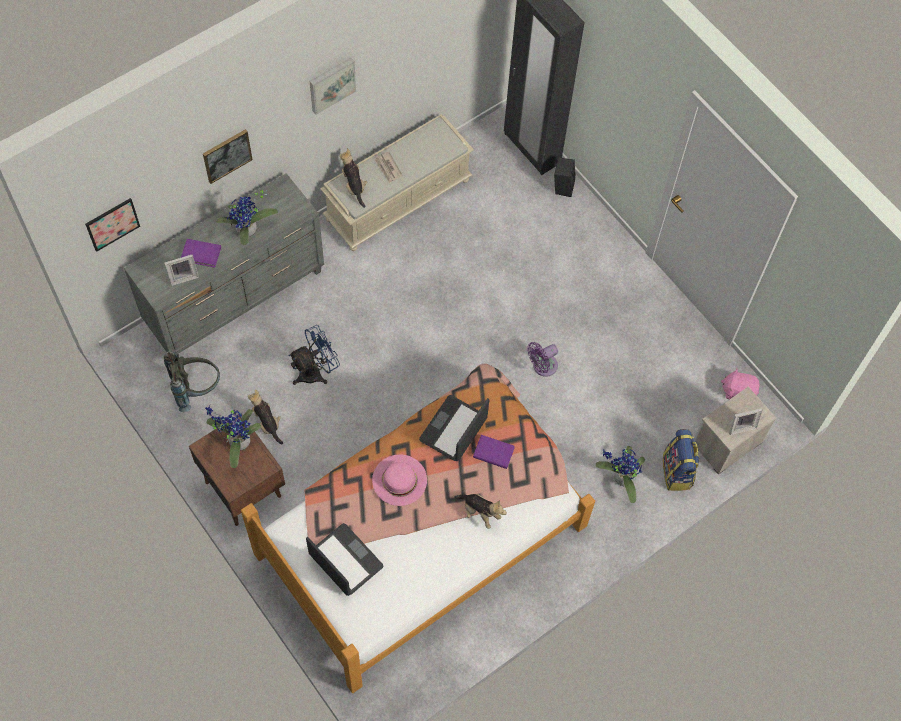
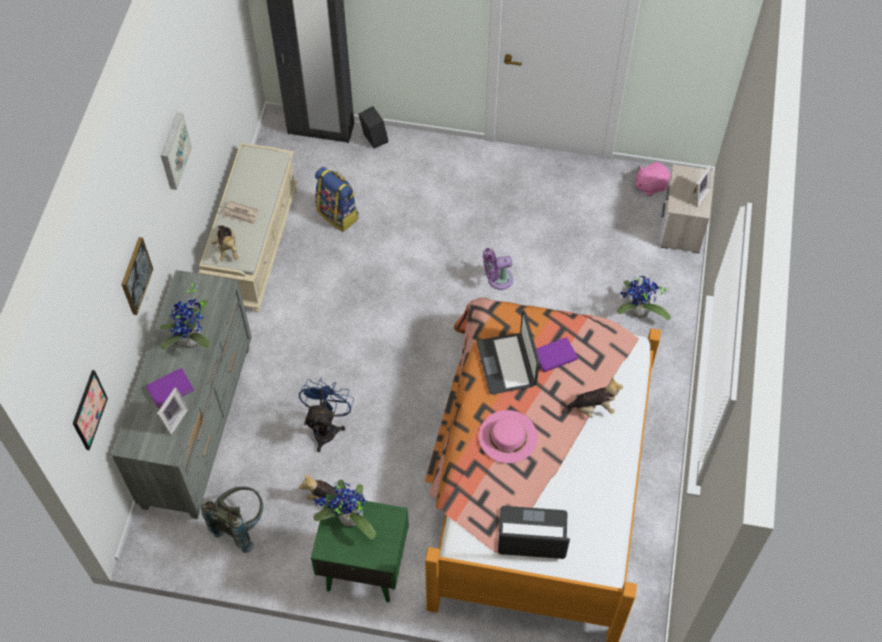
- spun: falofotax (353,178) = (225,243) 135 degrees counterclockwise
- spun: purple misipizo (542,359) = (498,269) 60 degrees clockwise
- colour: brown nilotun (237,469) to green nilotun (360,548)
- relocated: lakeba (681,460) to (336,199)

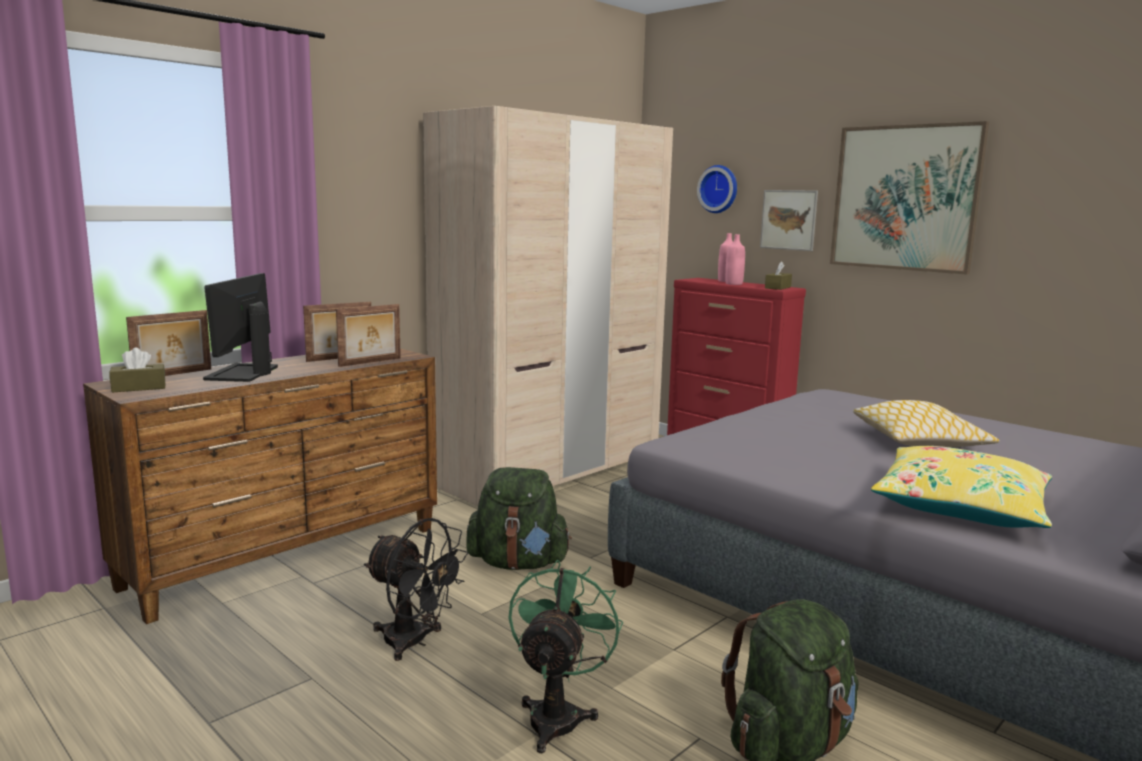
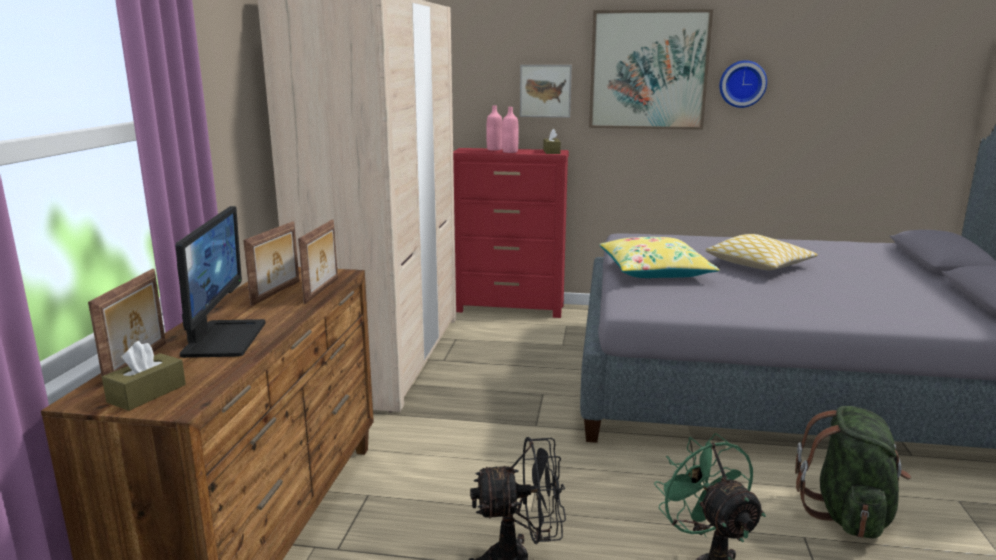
- relocated: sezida (717,189) to (743,84)
- spun: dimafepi (240,327) = (220,282) 150 degrees counterclockwise
- relocated: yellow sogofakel (961,487) to (660,257)
- missing: green lakeba (519,518)

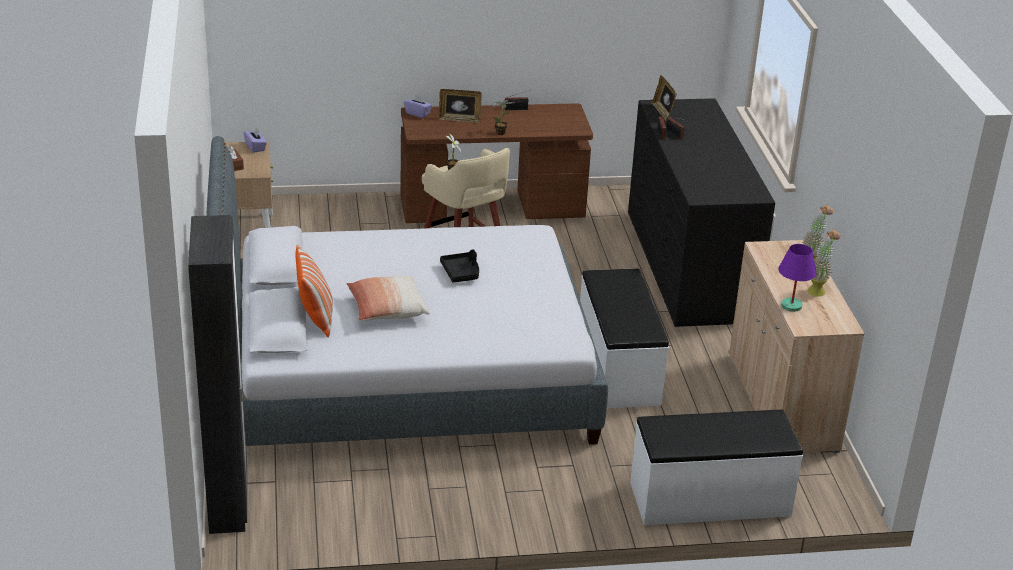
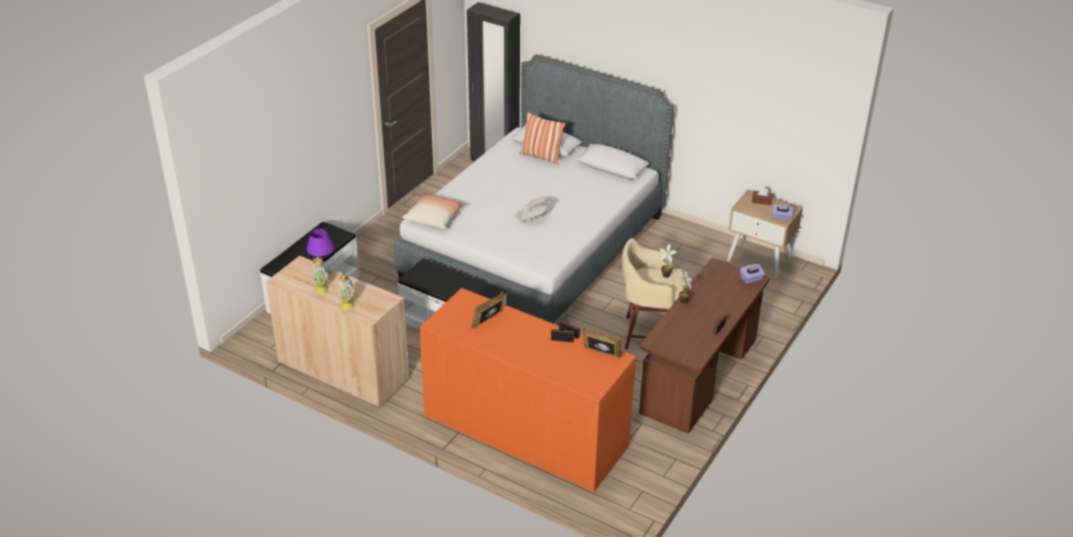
- relocated: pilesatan (460,106) to (487,309)
- colour: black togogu (701,212) to orange togogu (527,390)
- exchanged: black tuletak (459,266) to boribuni (532,210)
- relocated: sogofakel (388,298) to (433,211)

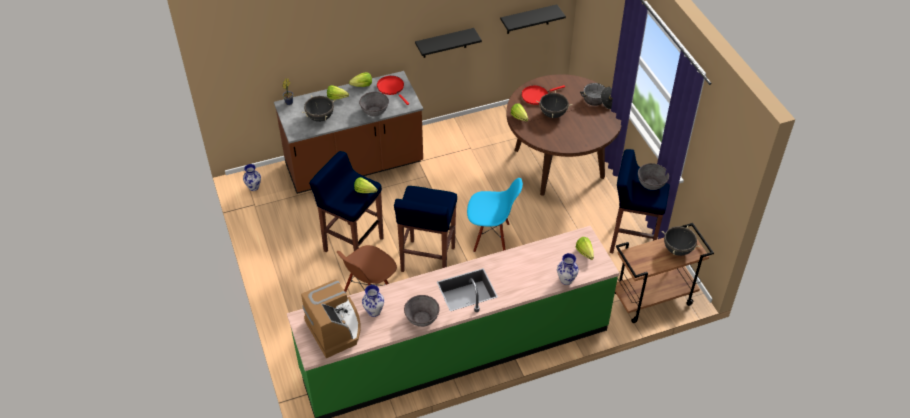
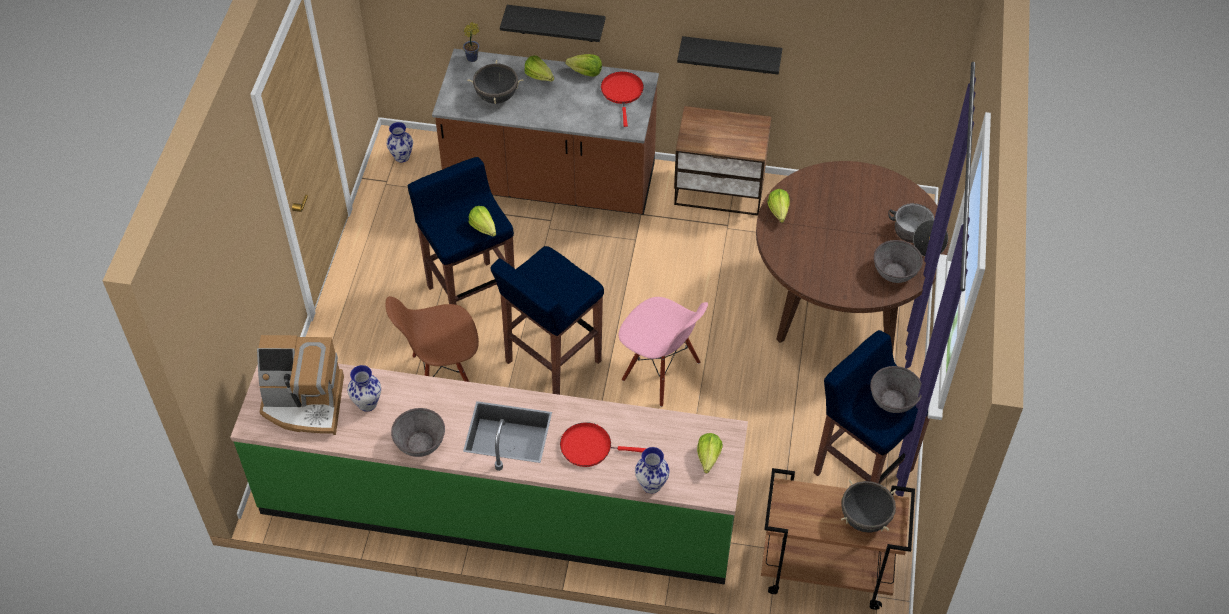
- relocated: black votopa (533,19) to (553,23)
- relocated: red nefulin (543,95) to (603,444)
- missing: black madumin (554,104)
- relocated: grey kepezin (374,104) to (898,261)
- colour: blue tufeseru (495,215) to pink tufeseru (663,352)
- spun: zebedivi (331,318) = (300,385) 90 degrees clockwise
- appeared: nilotun (723,161)

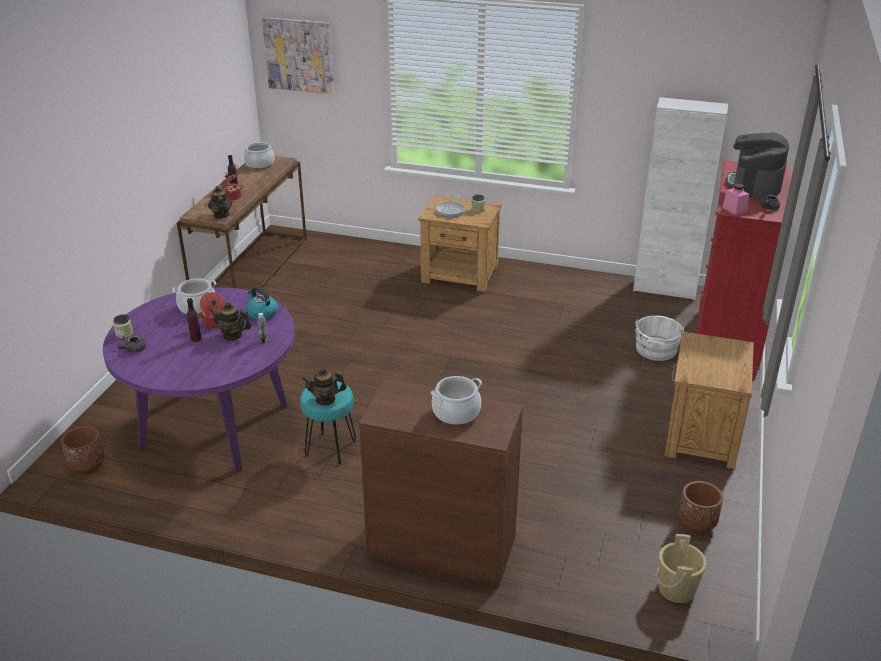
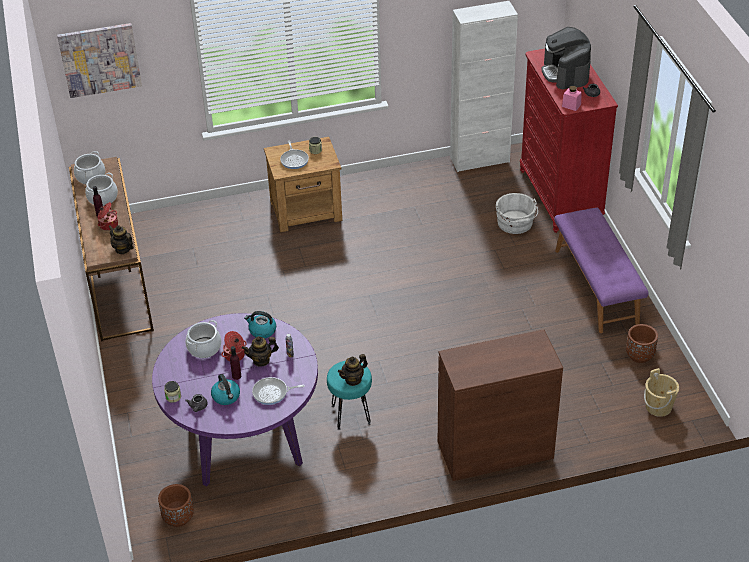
- exchanged: brown nilotun (709,400) to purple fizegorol (601,270)
- relocated: madumin (456,400) to (101,189)
- appeared: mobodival (225,389)
- appeared: nefulin (278,391)

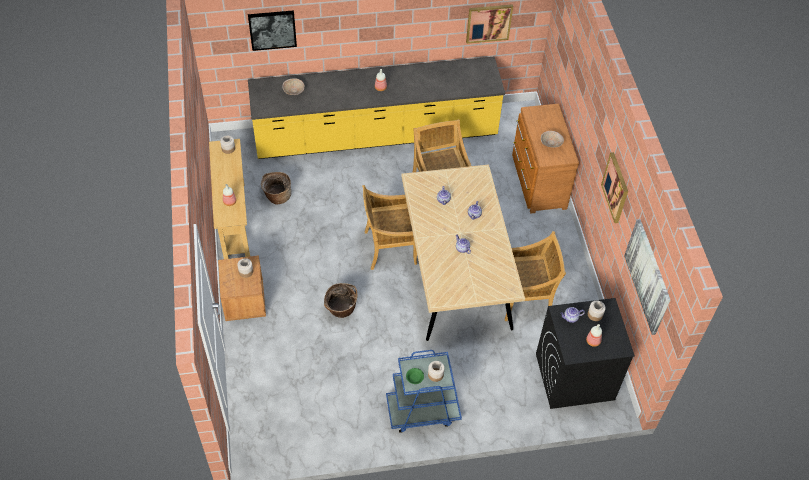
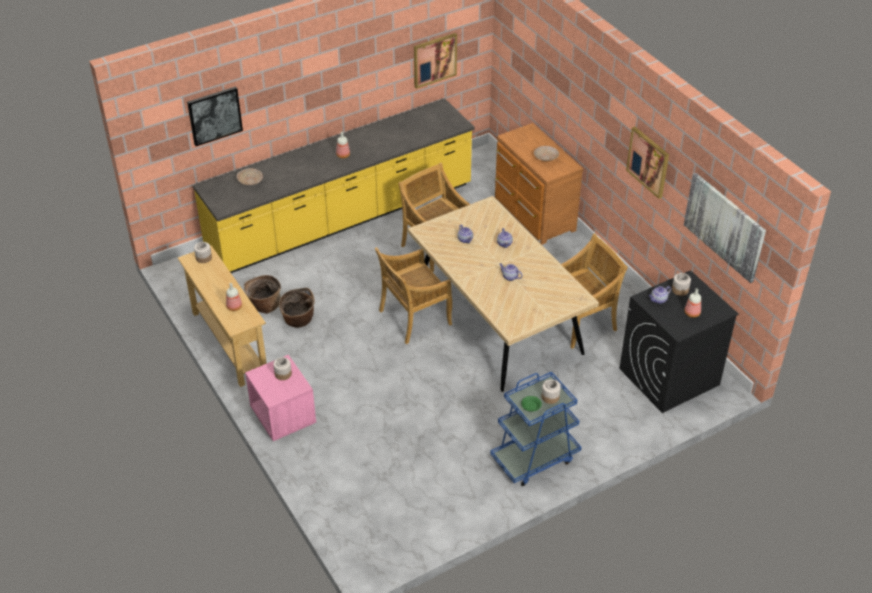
- colour: brown nilotun (242,288) to pink nilotun (280,398)
- relocated: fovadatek (341,300) to (297,308)

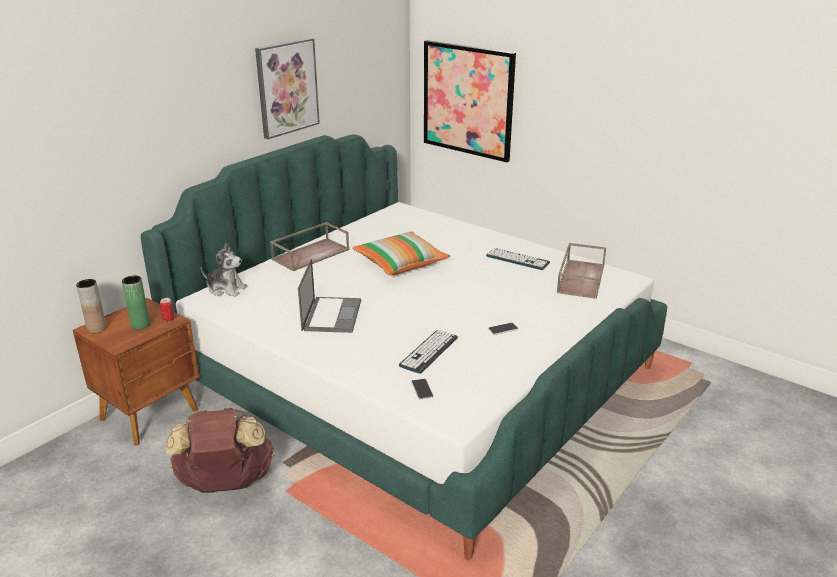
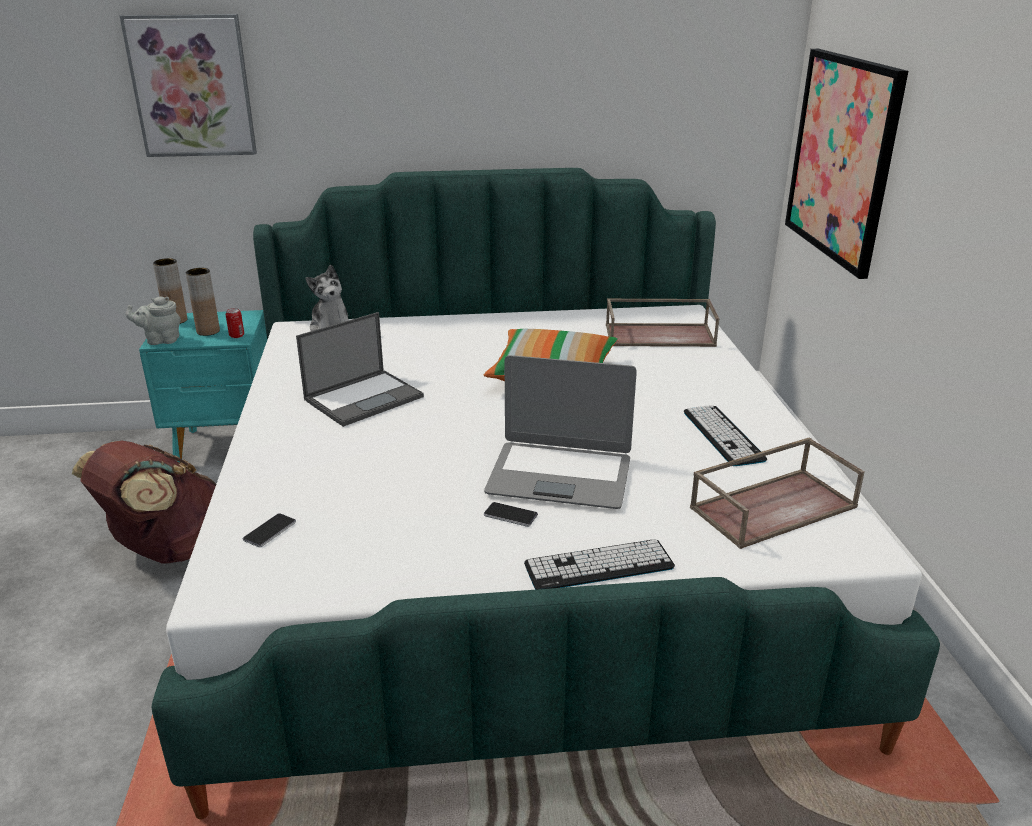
- relocated: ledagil (287,88) to (188,85)
- relocated: brown tuletak (309,246) to (662,323)
- colour: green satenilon (136,303) to brown satenilon (203,302)
- colour: brown nilotun (136,372) to turquoise nilotun (203,386)
- relocated: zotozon (428,352) to (599,565)
- appeared: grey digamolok (153,320)
- appeared: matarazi (560,432)

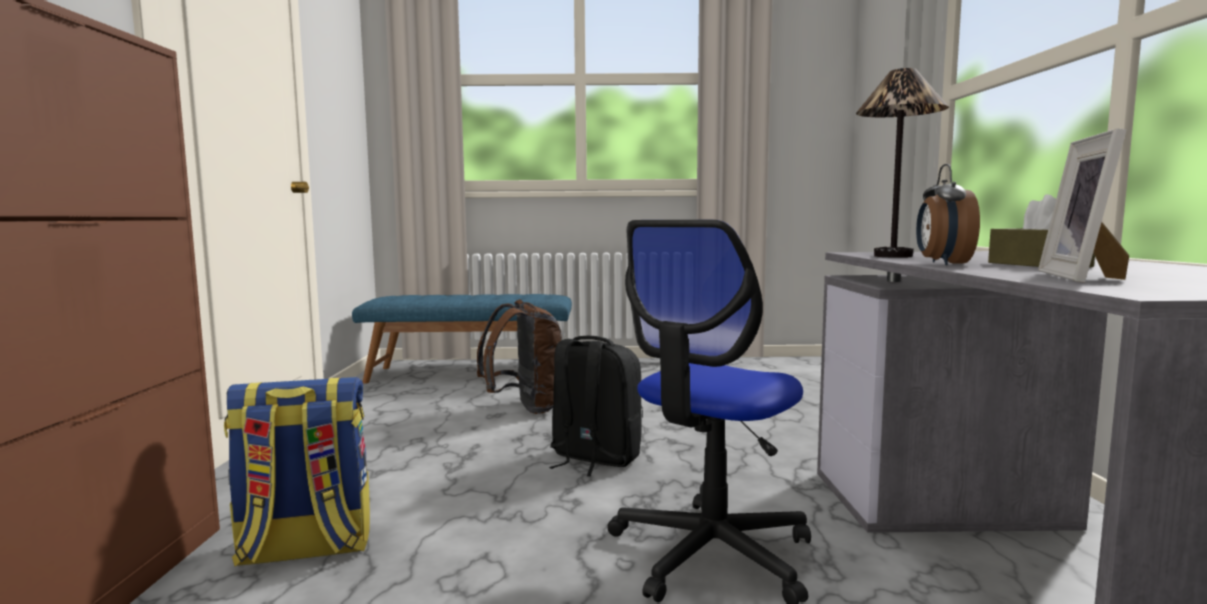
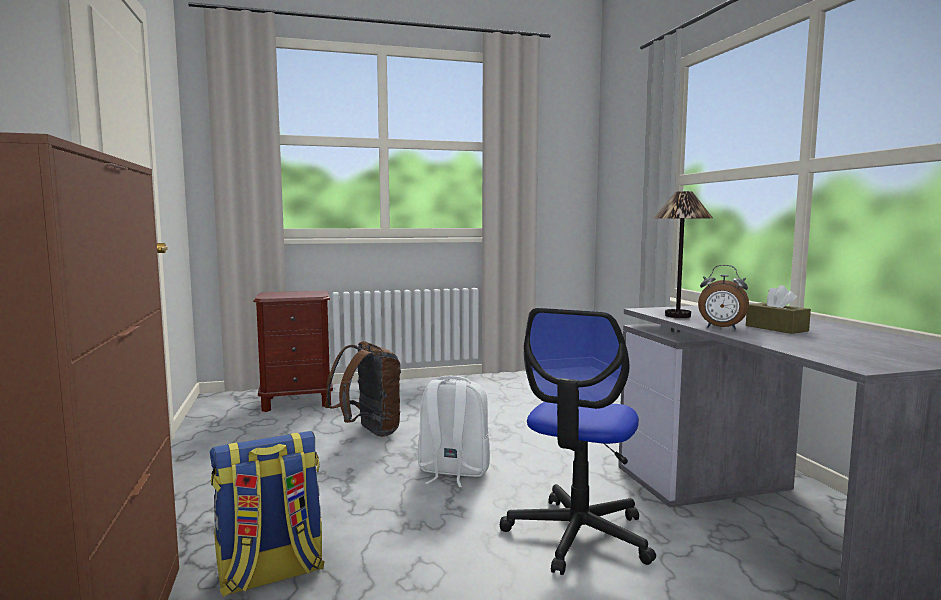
- missing: pilesatan (1083,205)
- spun: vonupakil (948,214) = (723,297) 60 degrees counterclockwise
- exchanged: blue fizegorol (462,339) to brown nilotun (293,351)
- colour: black lakeba (596,406) to white lakeba (454,431)

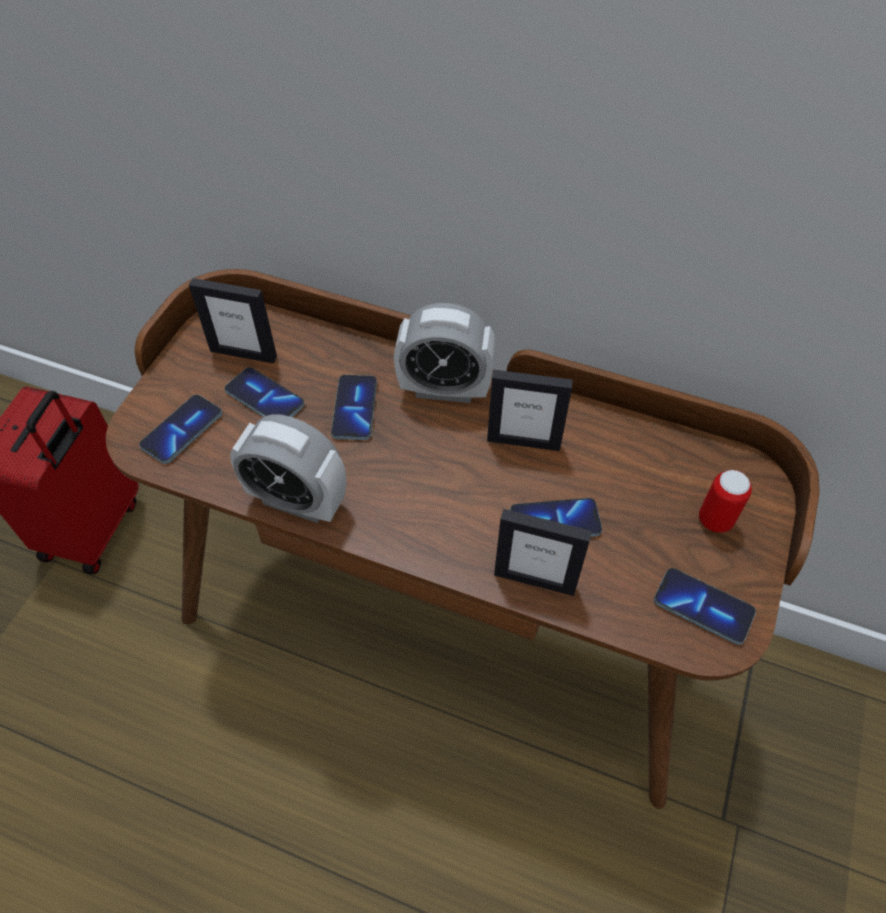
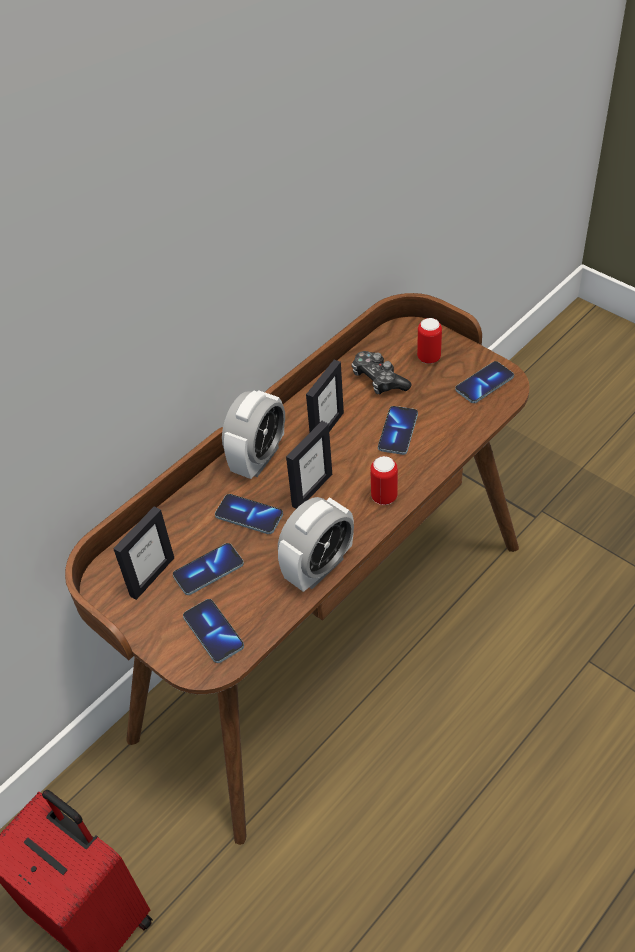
- relocated: pilesatan (543,552) to (309,465)
- appeared: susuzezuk (382,372)
- appeared: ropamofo (384,480)

